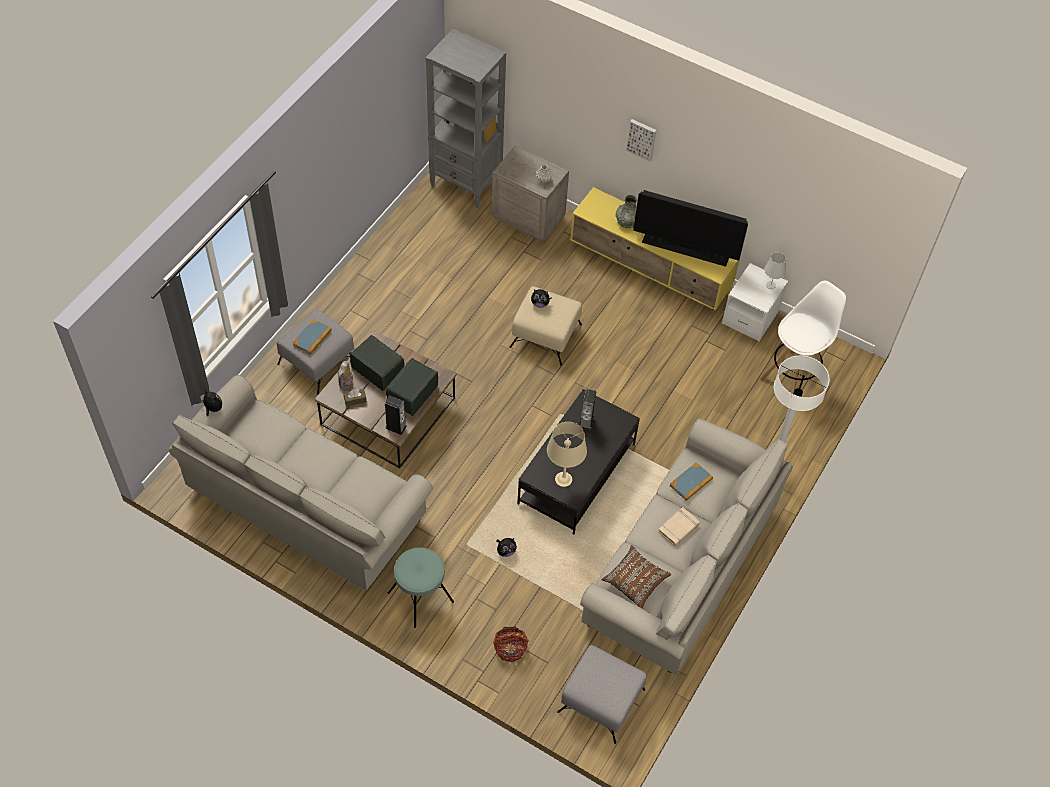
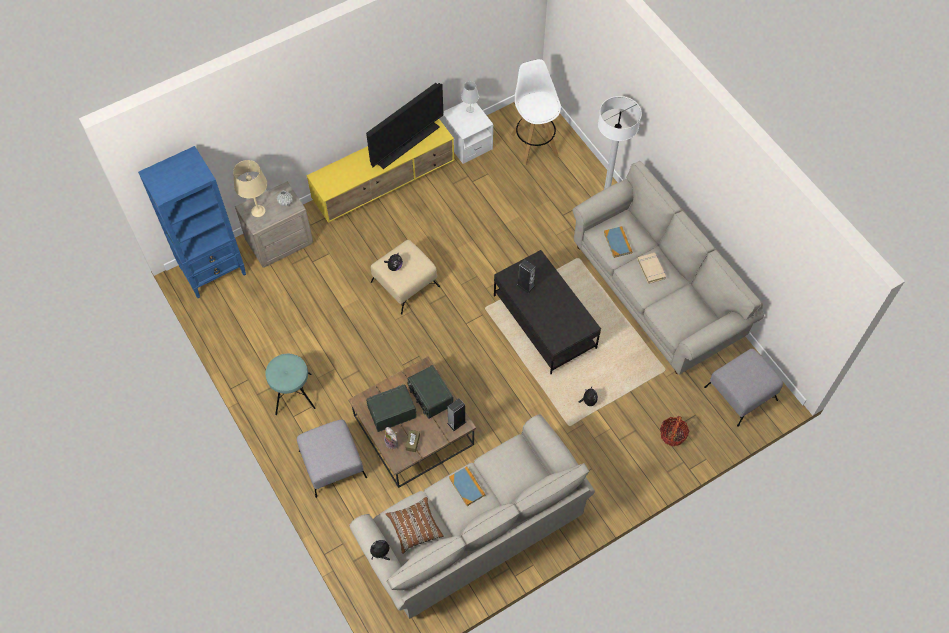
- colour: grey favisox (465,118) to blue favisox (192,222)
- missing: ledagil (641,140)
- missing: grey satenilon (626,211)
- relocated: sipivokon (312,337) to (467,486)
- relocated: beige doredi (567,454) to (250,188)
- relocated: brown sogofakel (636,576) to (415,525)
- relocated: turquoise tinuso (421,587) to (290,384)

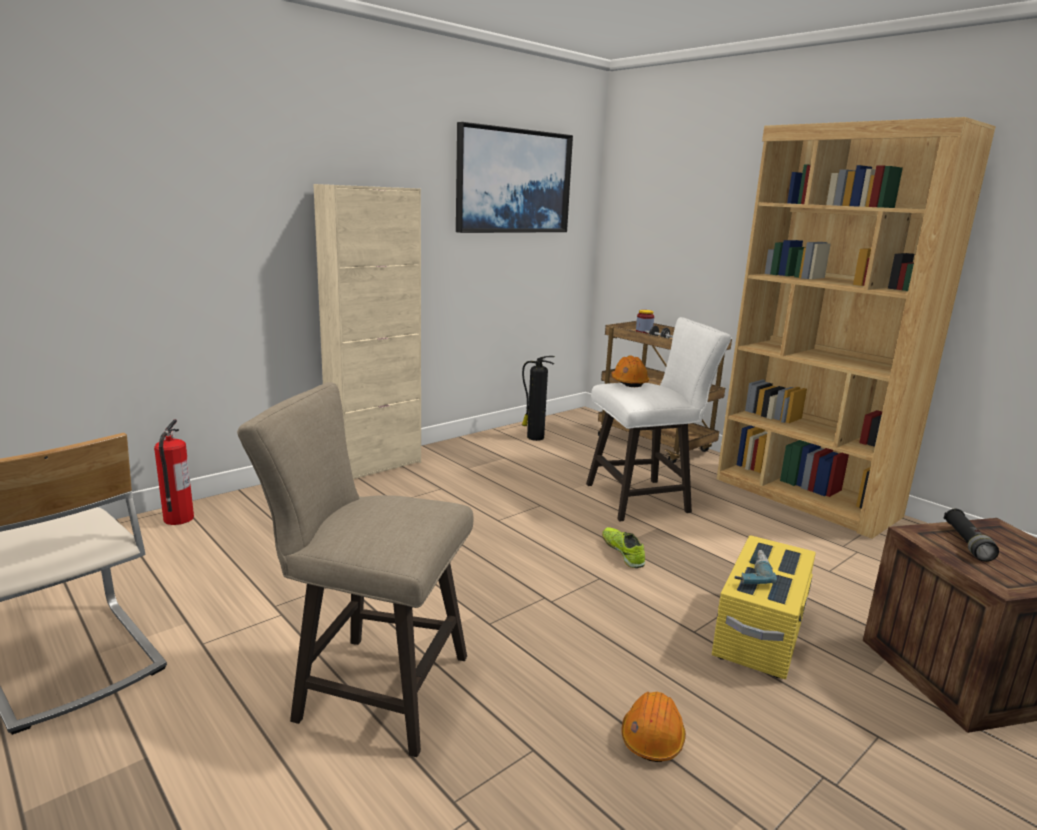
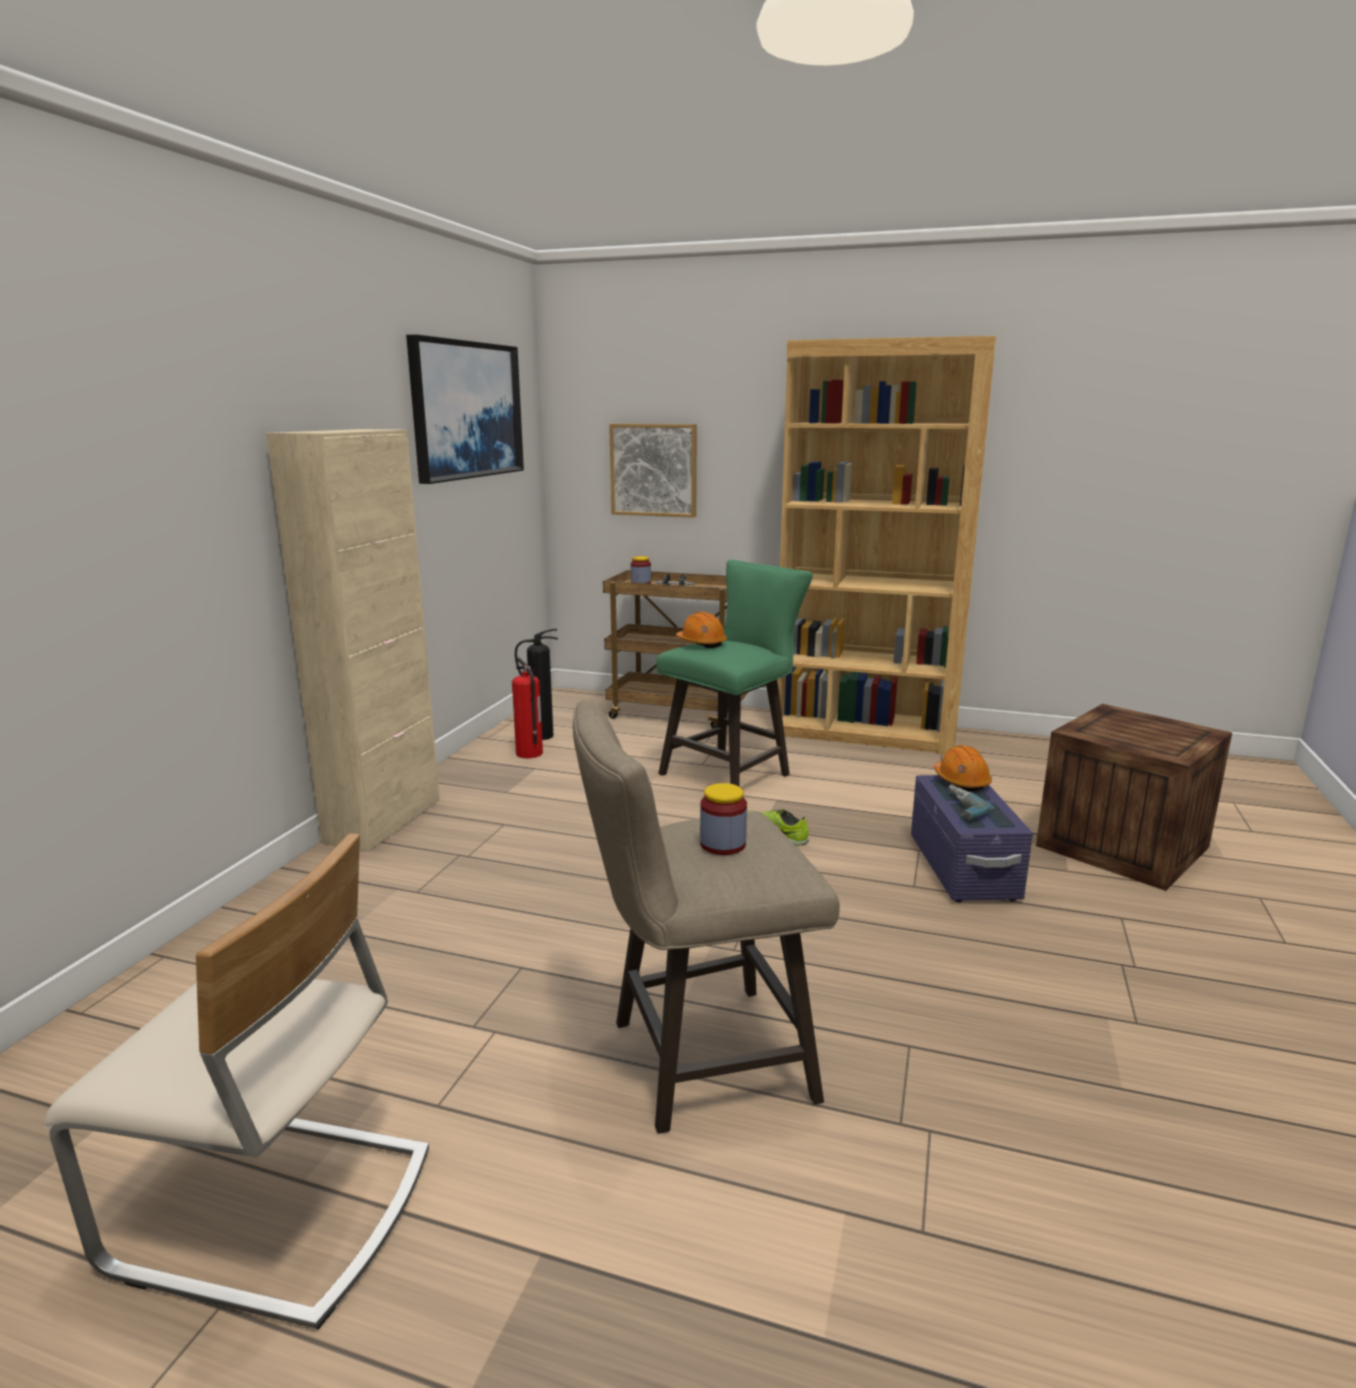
- colour: white tinuso (658,419) to green tinuso (734,673)
- relocated: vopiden (174,472) to (527,707)
- missing: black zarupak (971,535)
- colour: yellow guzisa (764,607) to purple guzisa (972,838)
- relocated: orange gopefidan (654,727) to (963,768)
- appeared: ledagil (653,471)
- appeared: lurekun (723,819)

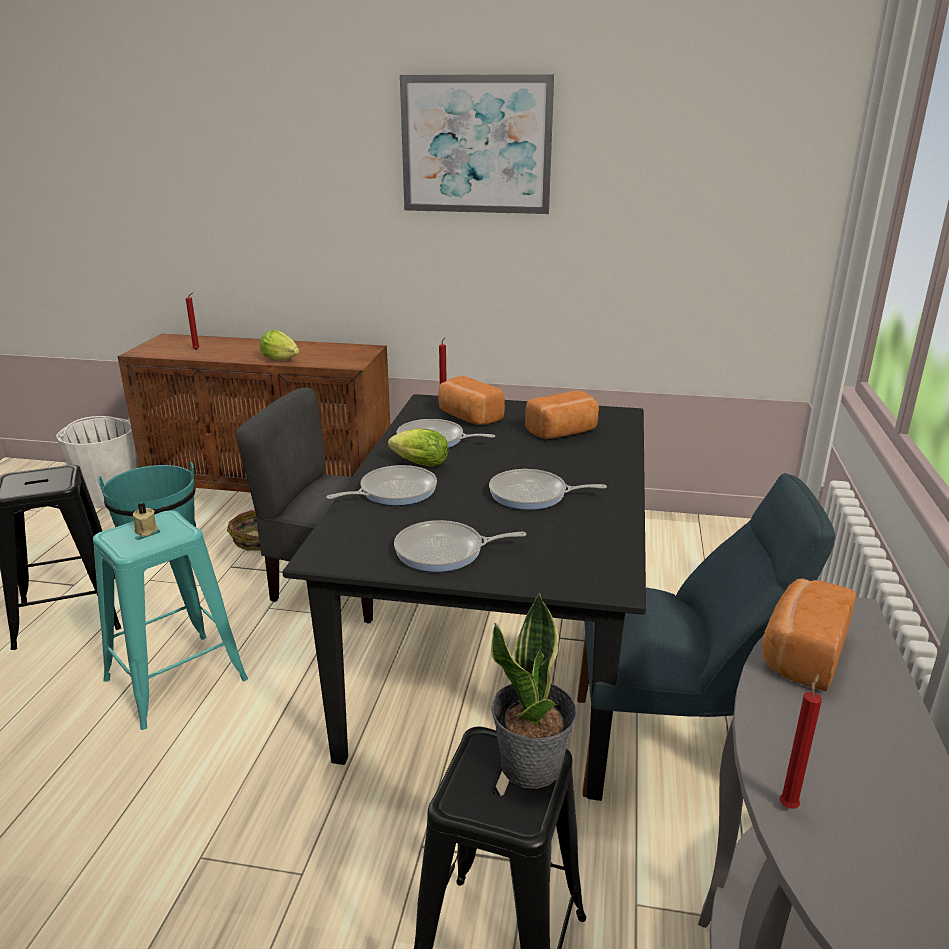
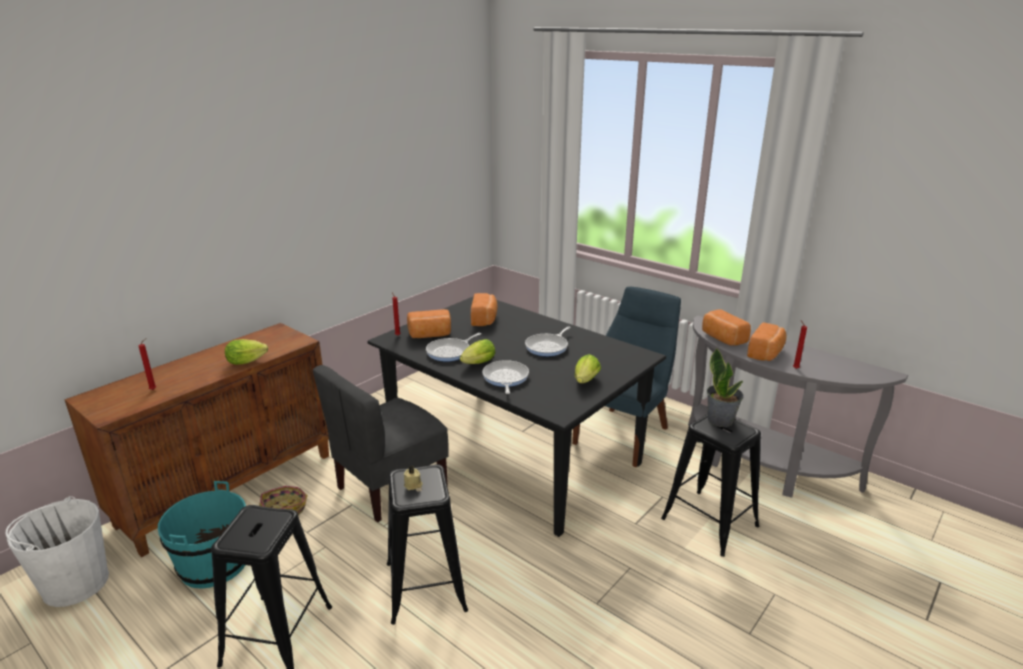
- missing: ledagil (477,144)
- colour: turquoise tinuso (170,620) to black tinuso (427,544)
- exchanged: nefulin (460,546) to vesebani (588,368)
- appeared: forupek (767,341)

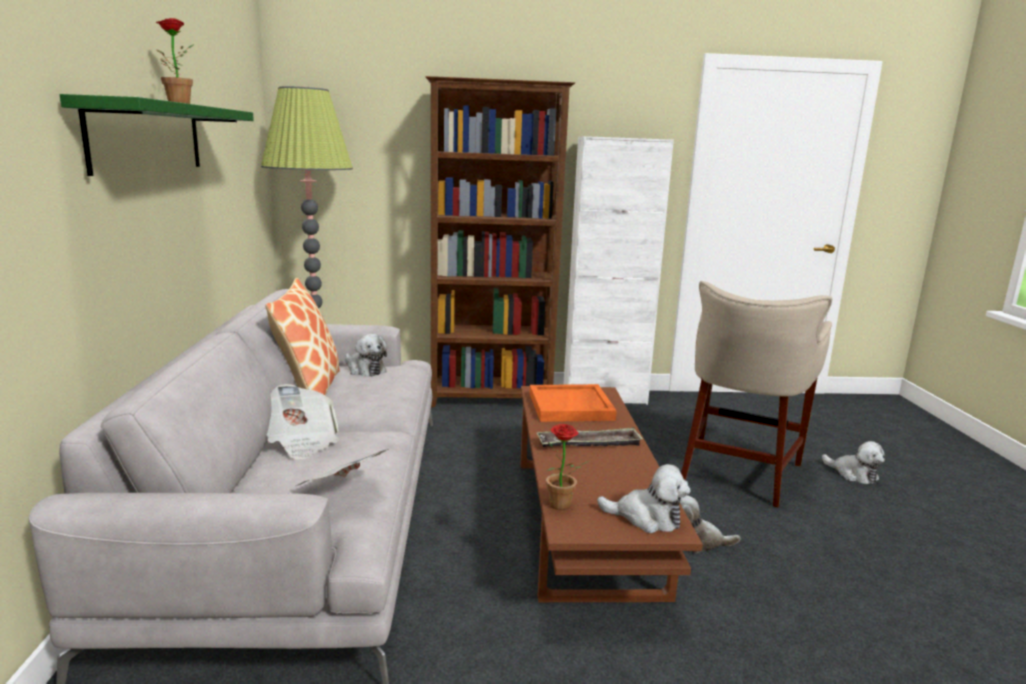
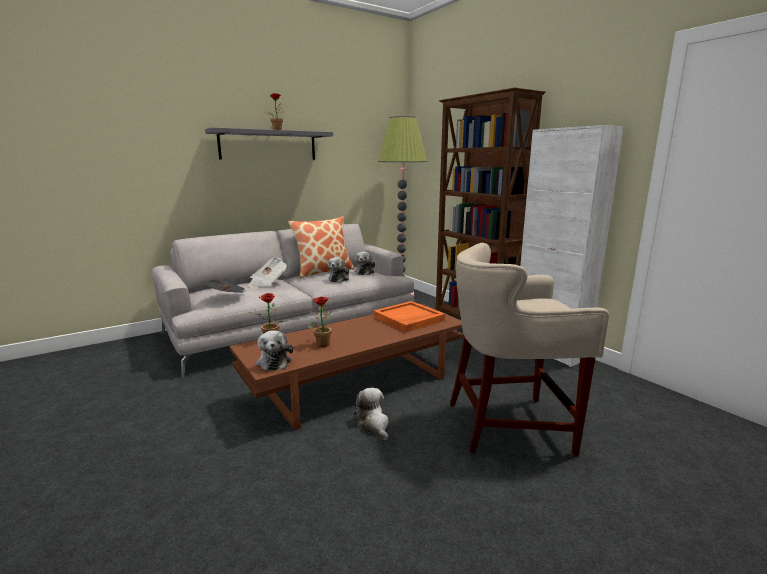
- colour: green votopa (157,135) to grey votopa (269,143)
- missing: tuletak (589,437)
- relocated: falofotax (853,462) to (338,270)
- appeared: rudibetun (319,322)

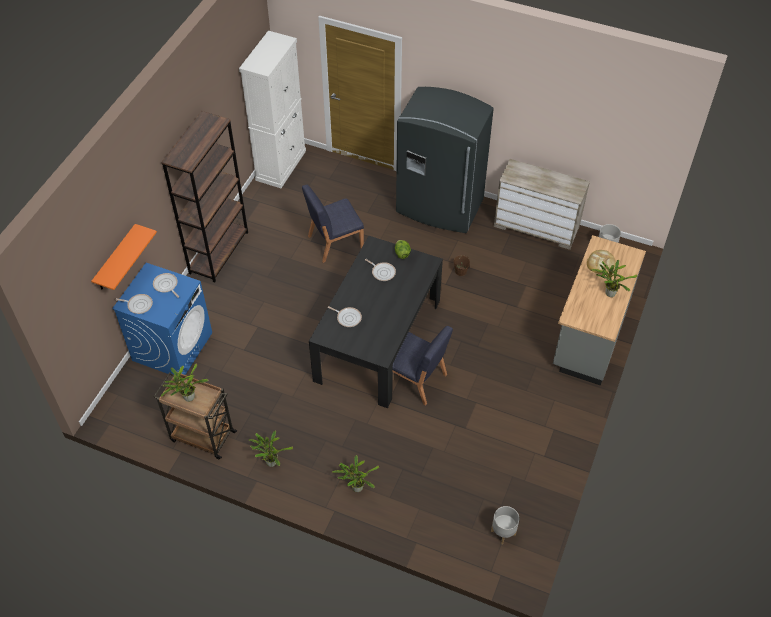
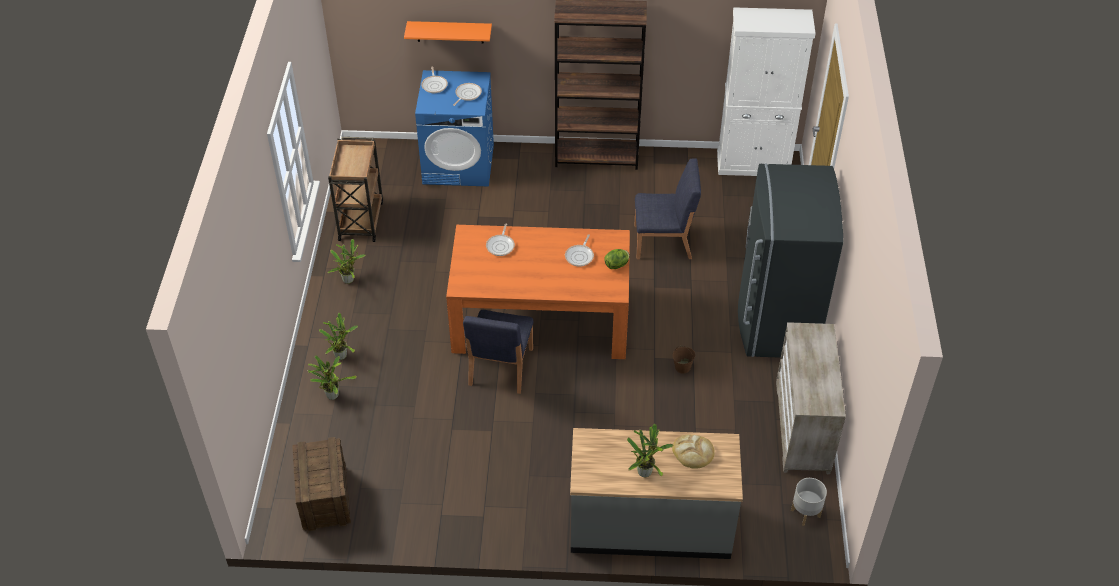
- spun: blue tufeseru (333,224) = (668,208) 135 degrees clockwise
- colour: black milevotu (376,322) to orange milevotu (538,292)
- relocated: rudibetun (184,383) to (332,377)
- exchanged: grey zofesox (505,525) to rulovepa (321,484)

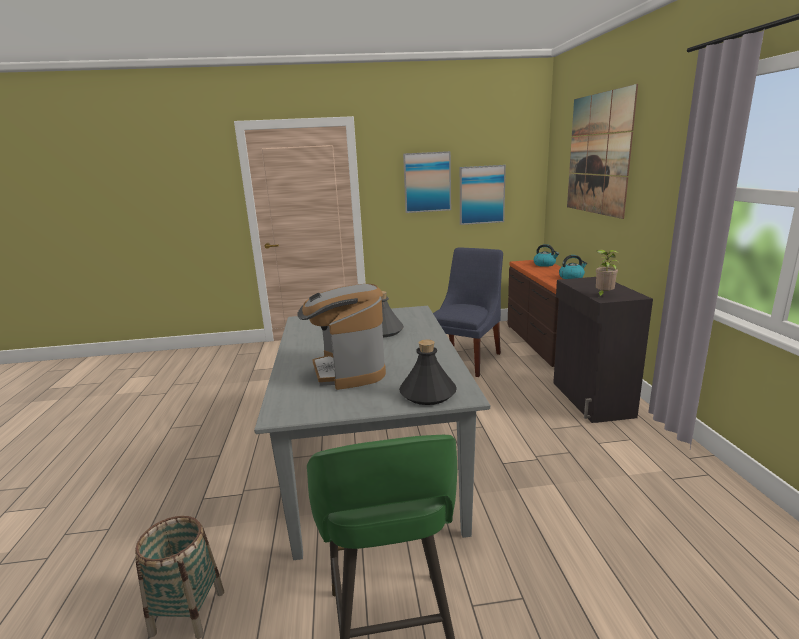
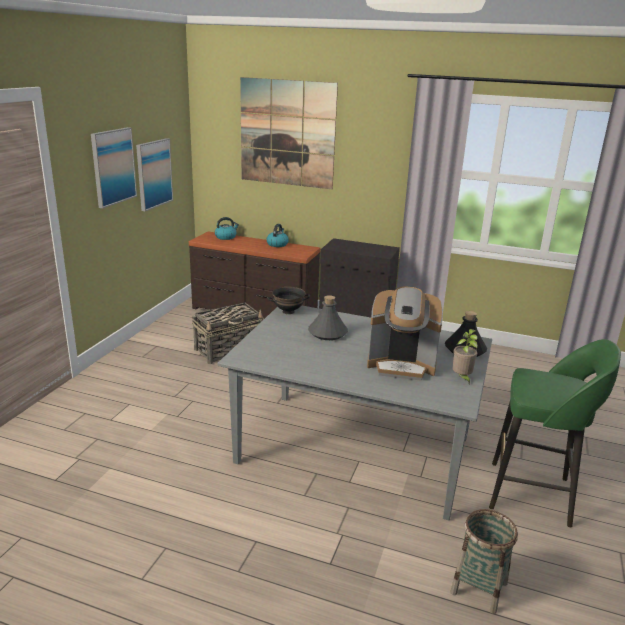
- exchanged: blue tufeseru (468,312) to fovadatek (228,333)
- relocated: rudibetun (607,273) to (465,356)
- appeared: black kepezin (288,300)

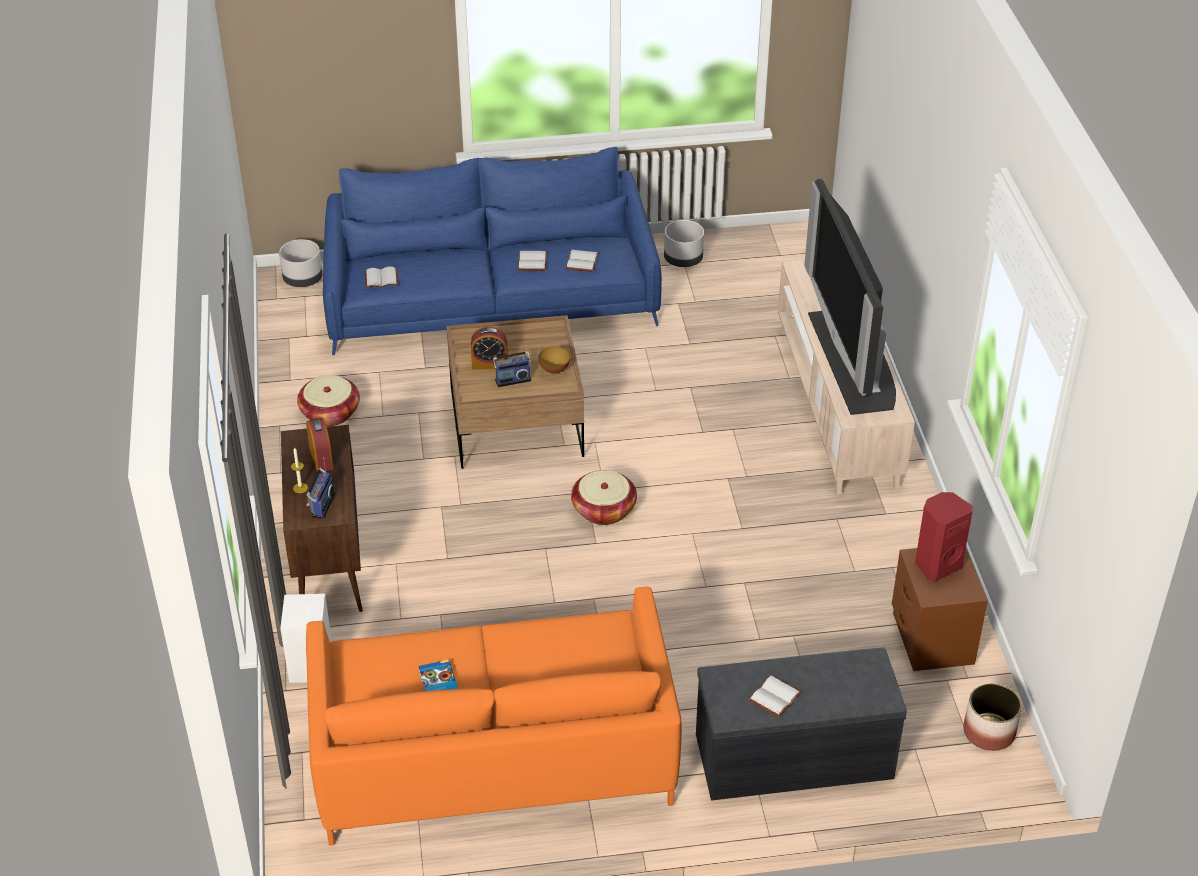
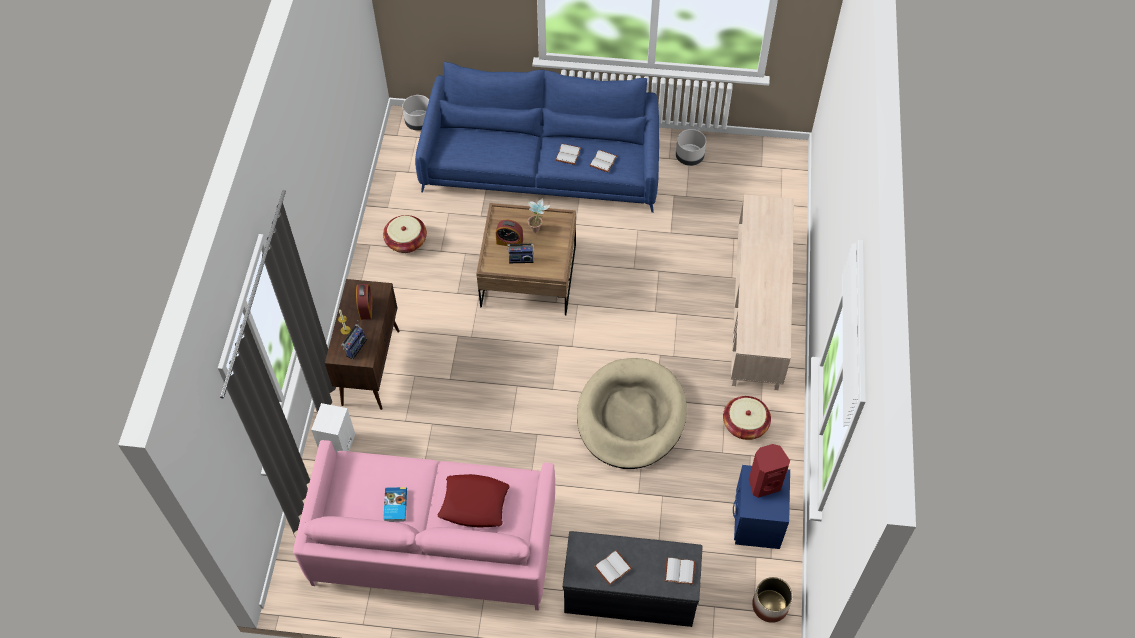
- missing: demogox (850,297)
- relocated: white sipivokon (381,277) to (680,571)
- missing: kepezin (554,360)
- relocated: fovadatek (604,497) to (747,418)
- colour: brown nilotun (940,609) to blue nilotun (761,507)
- colour: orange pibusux (494,716) to pink pibusux (424,525)
- appeared: rudibetun (539,215)
- appeared: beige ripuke (632,413)
- appeared: red sogofakel (473,500)

